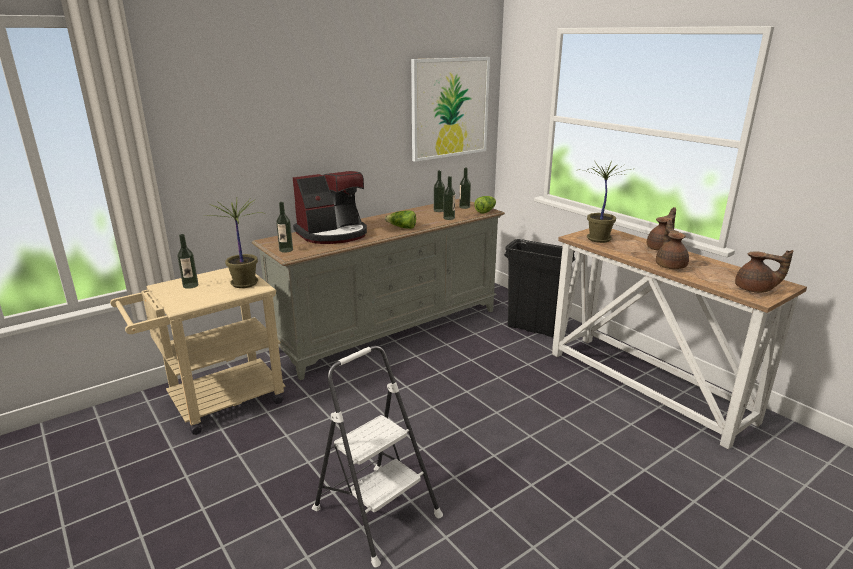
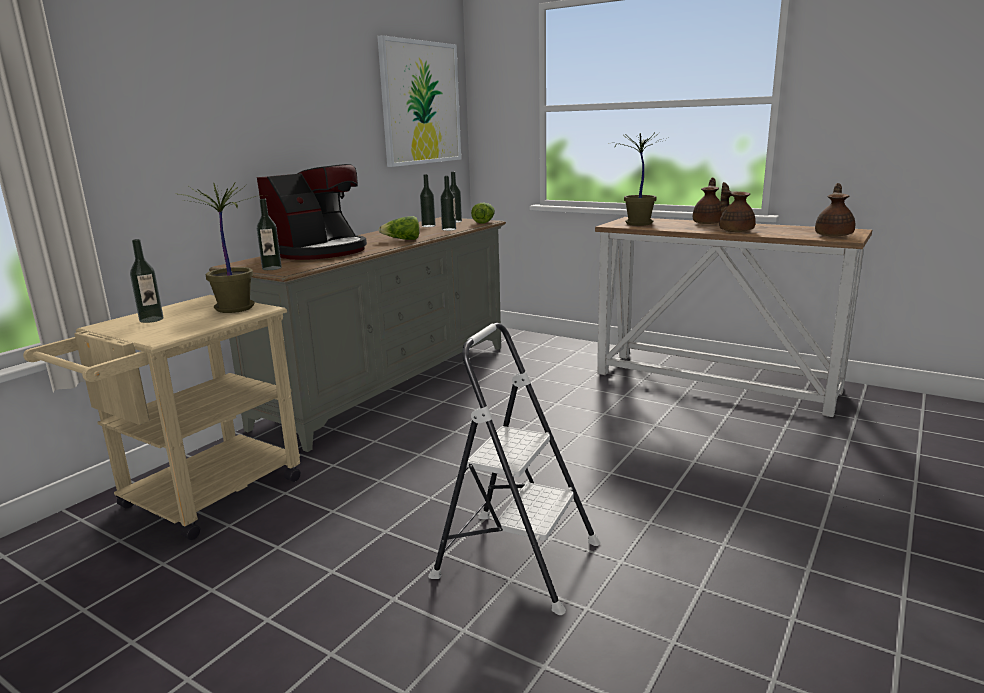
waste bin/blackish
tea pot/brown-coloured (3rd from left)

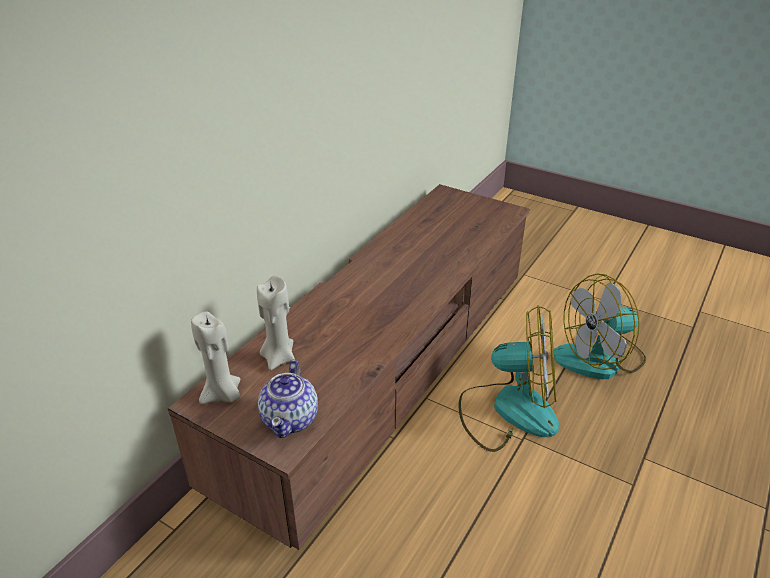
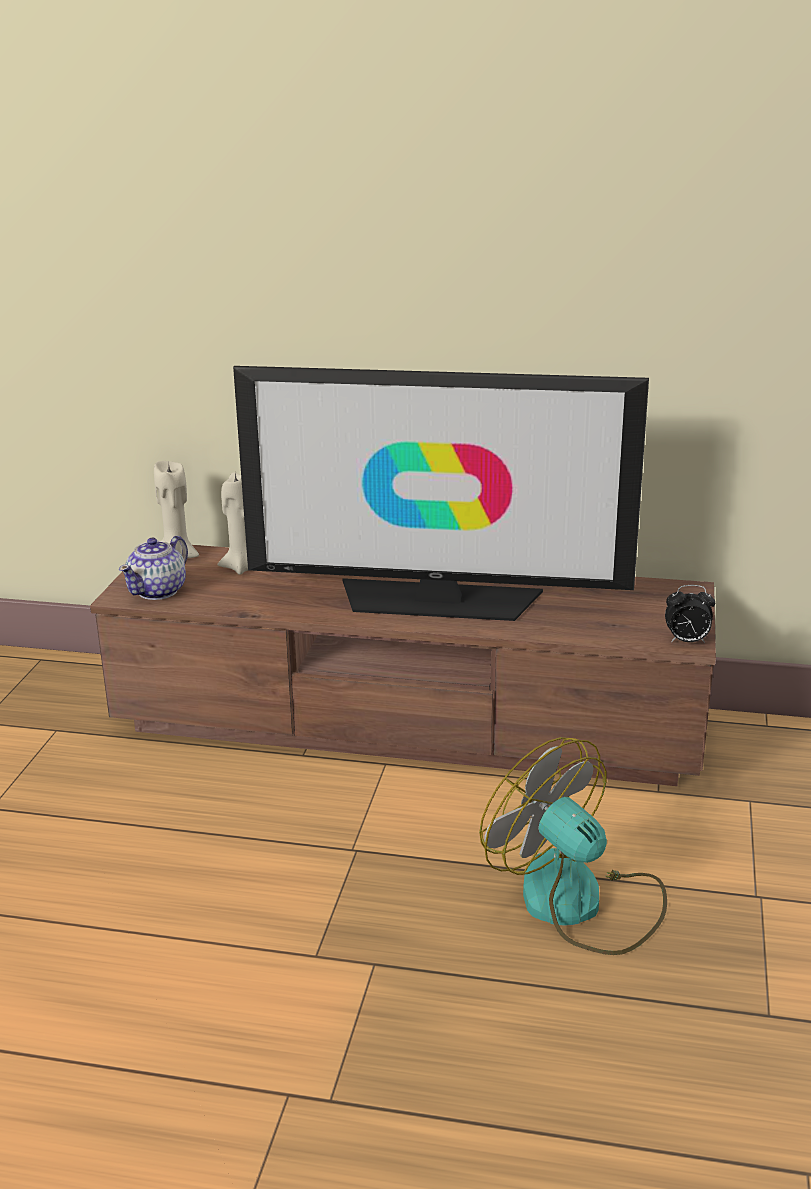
tea pot
electric fan (1st from left in the first image)
television
alarm clock

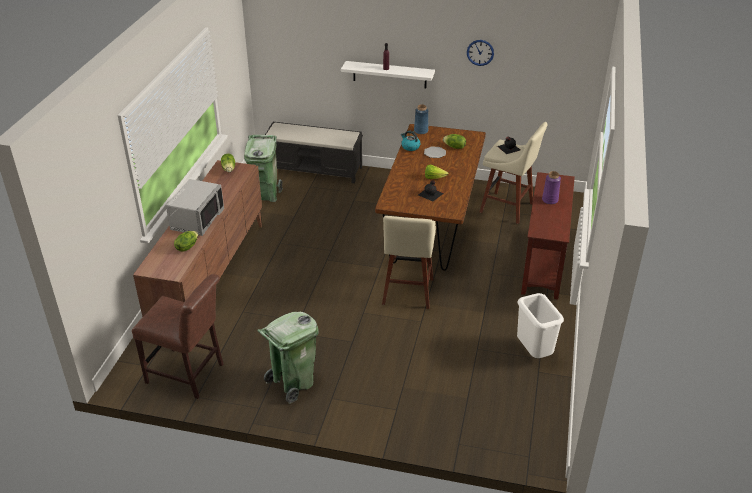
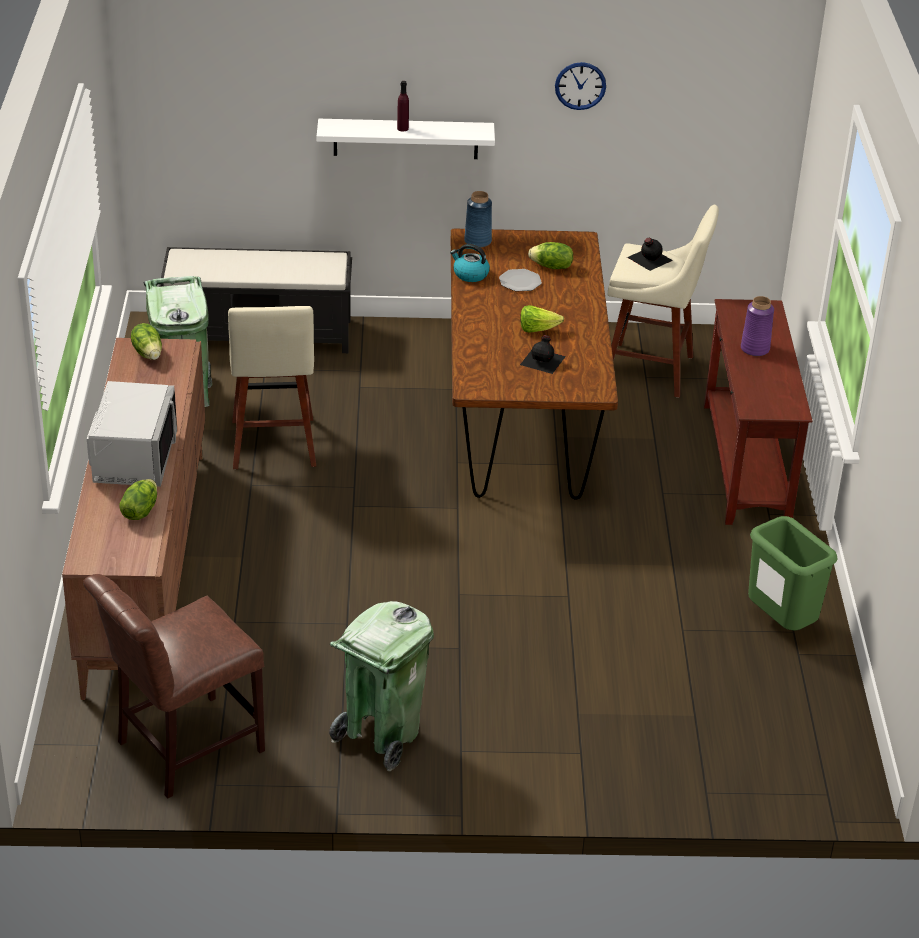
upright chair/brown-coloured
sitting stool/sand-coloured (1st from left)
waste bin/greenish (3rd from left)

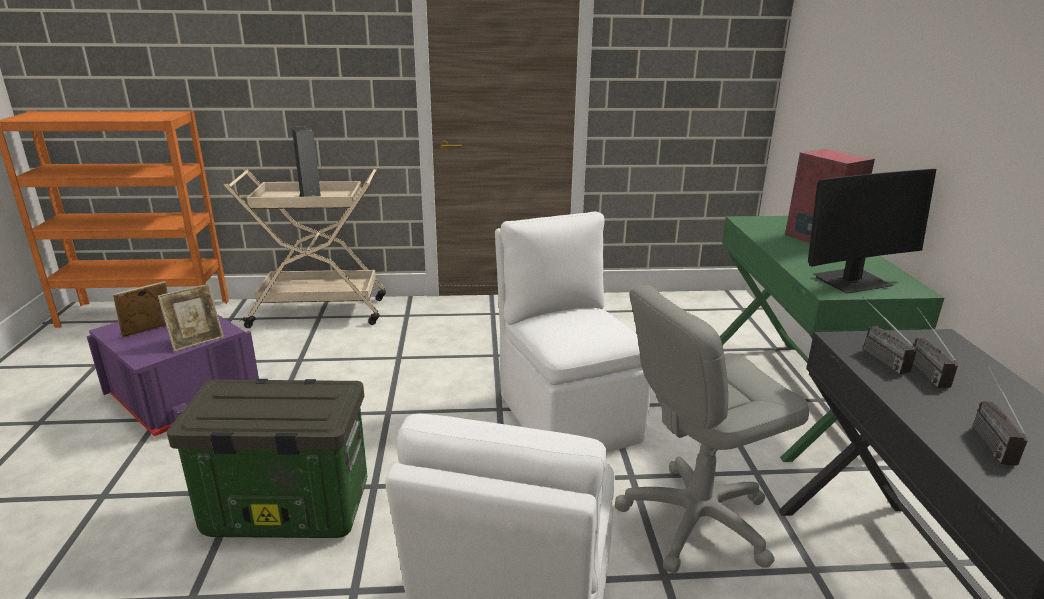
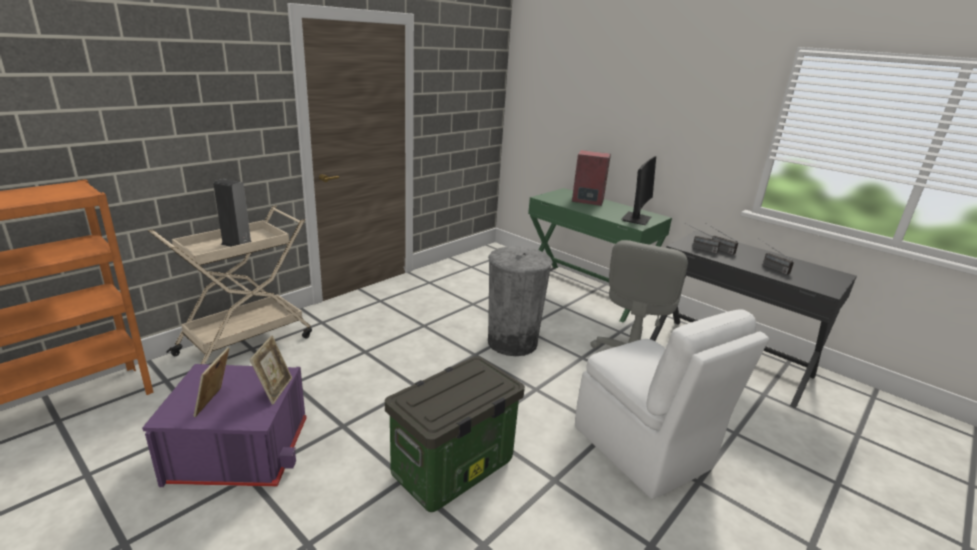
waste bin/greyish

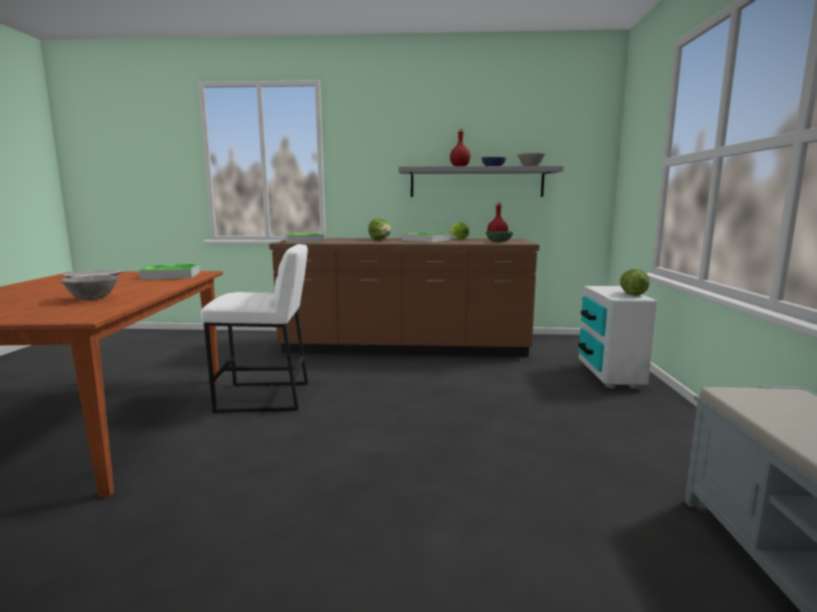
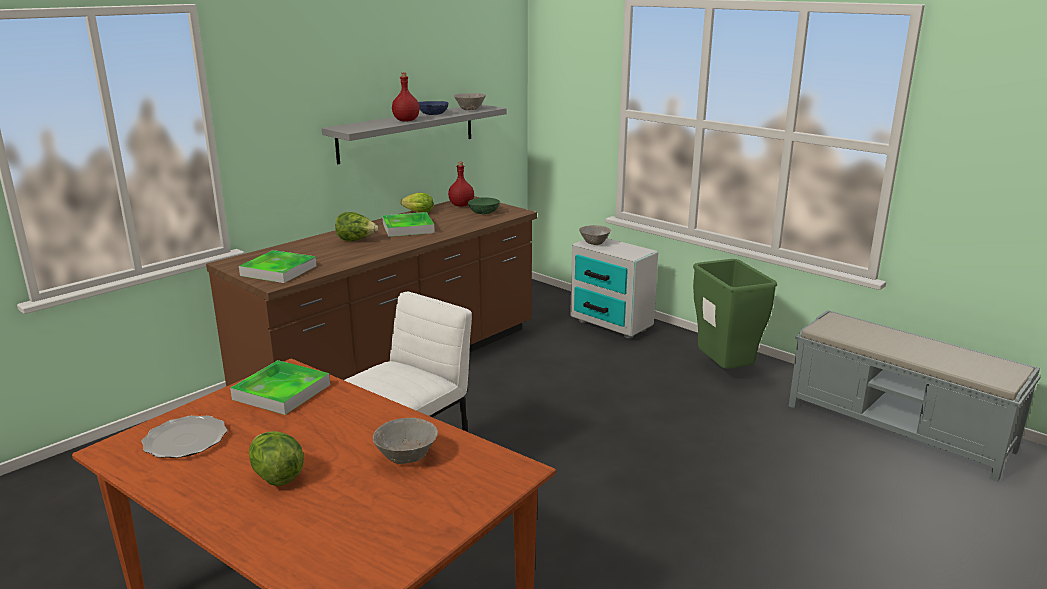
head of lettuce (1st from left)
bowl/greyish (3rd from left)
waste bin/greenish

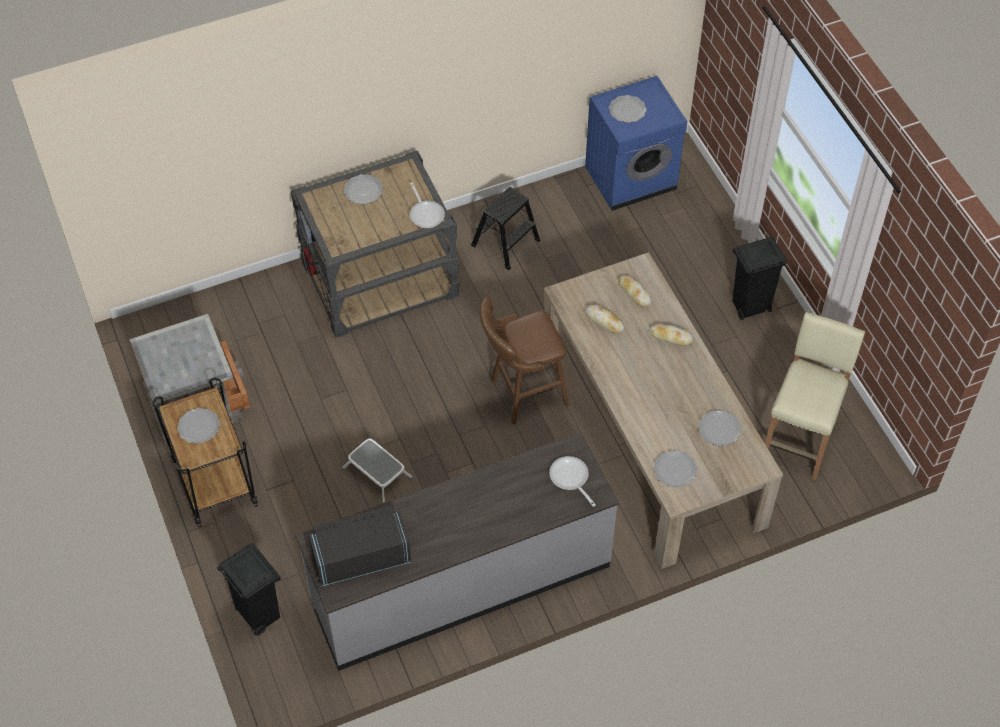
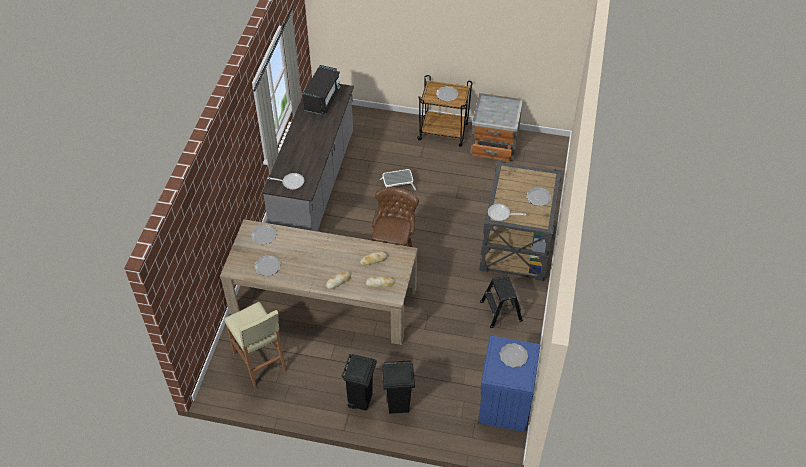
waste bin/blackish (2nd from left)

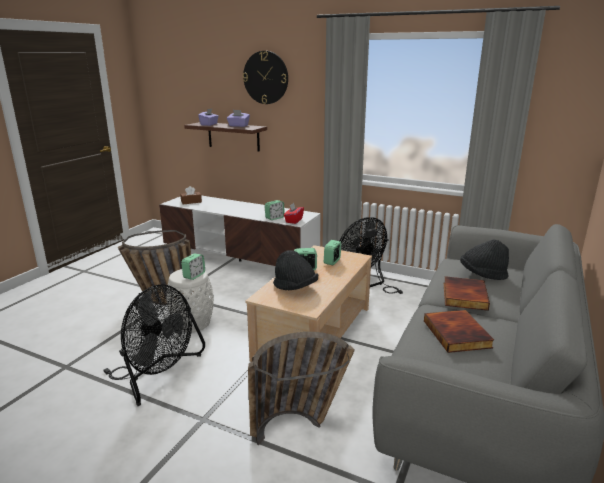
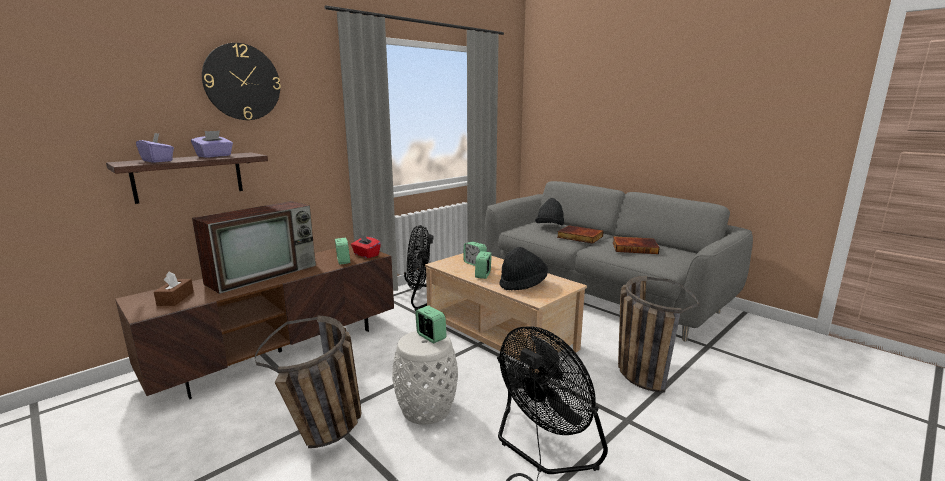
tv stand/brown-coloured
television

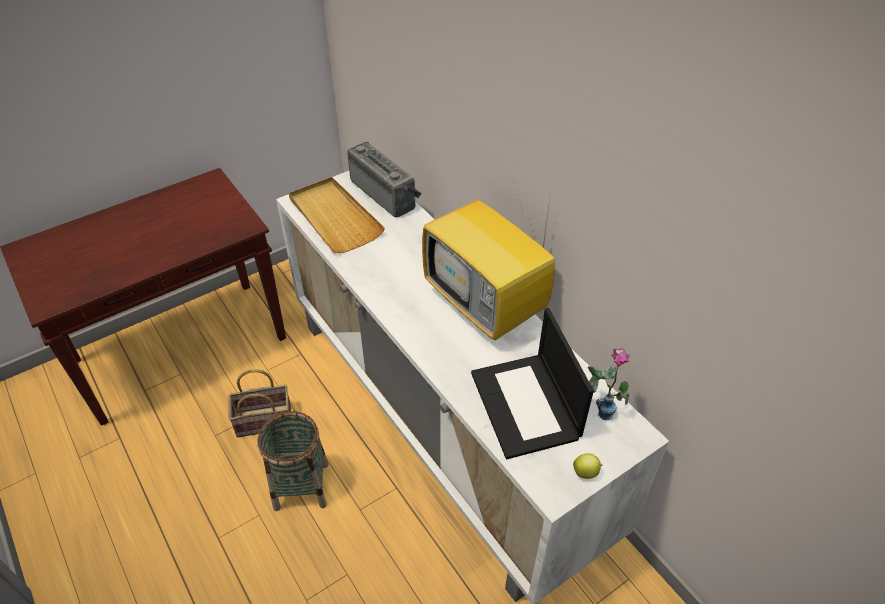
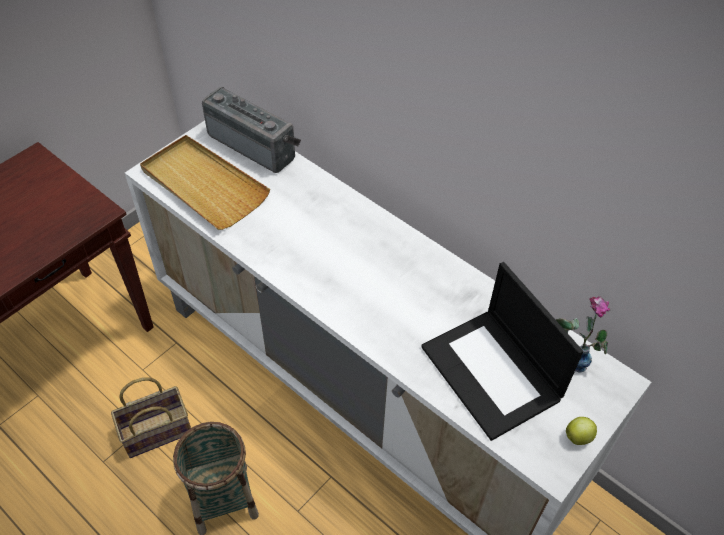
television

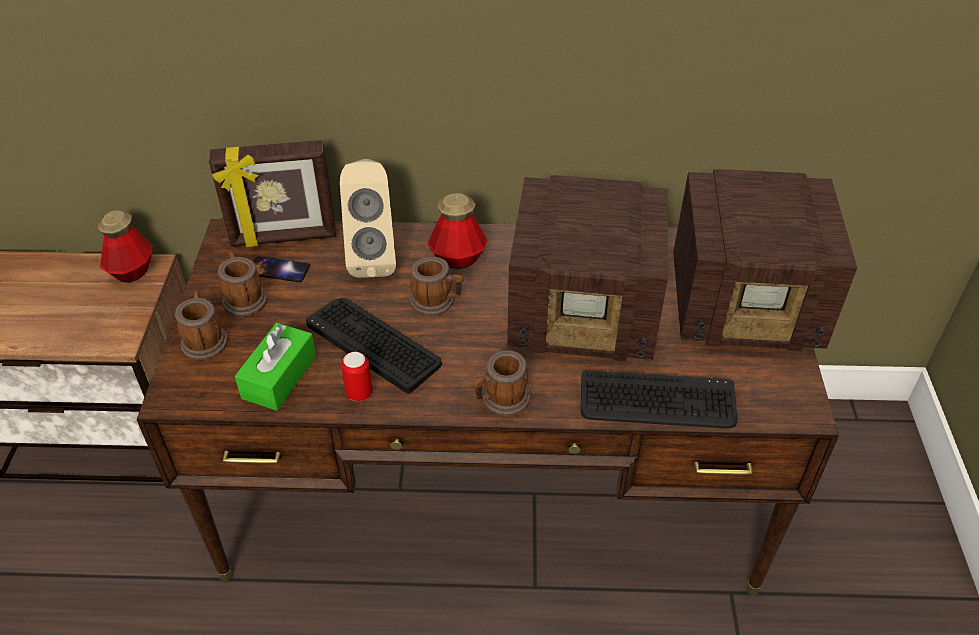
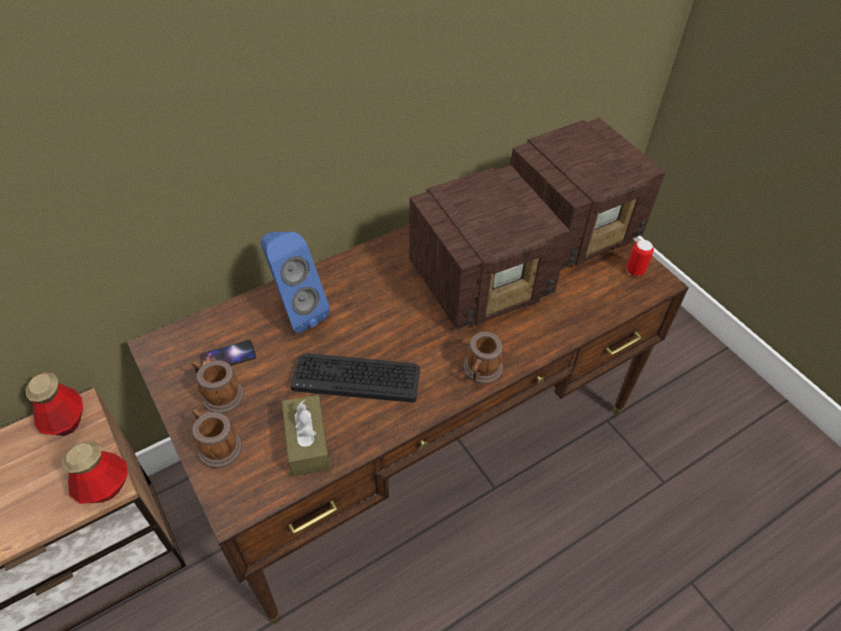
photo frame
tissue holder/brown-coloured
speaker/blue-coloured
can
mug (3rd from left in the first image)
beverage bottle (2nd from left)
PC keyboard (2nd from left in the first image)

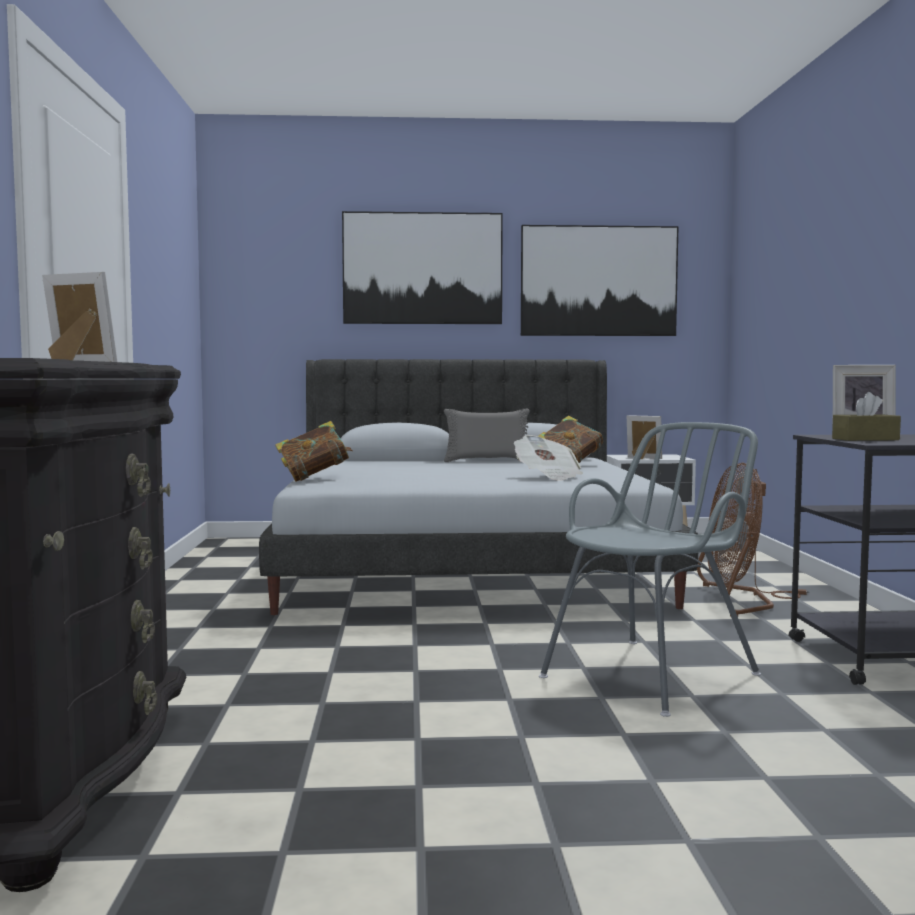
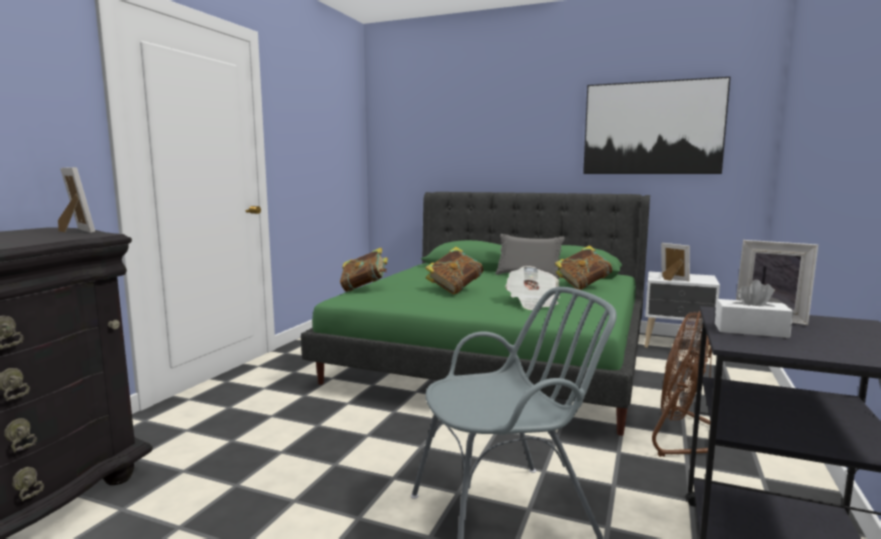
bed/greenish
wall art (1st from left in the first image)
tissue holder/whitish
volume (2nd from left)

